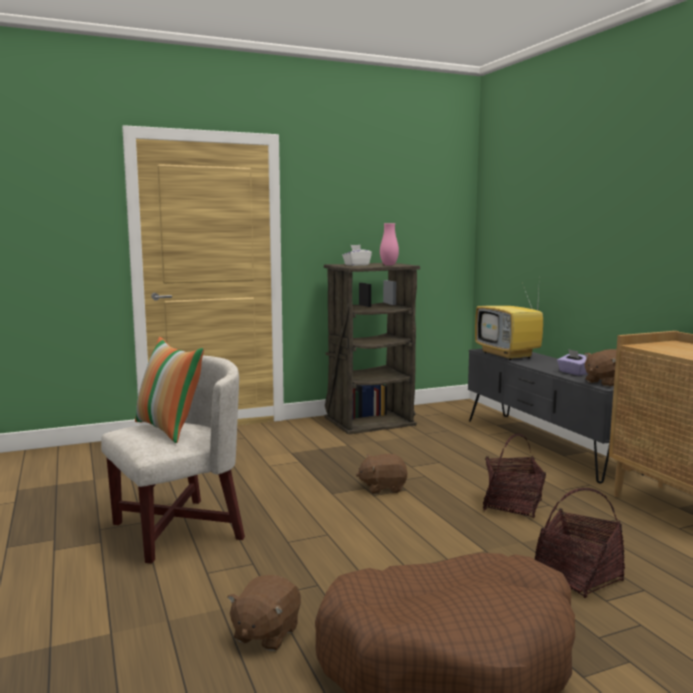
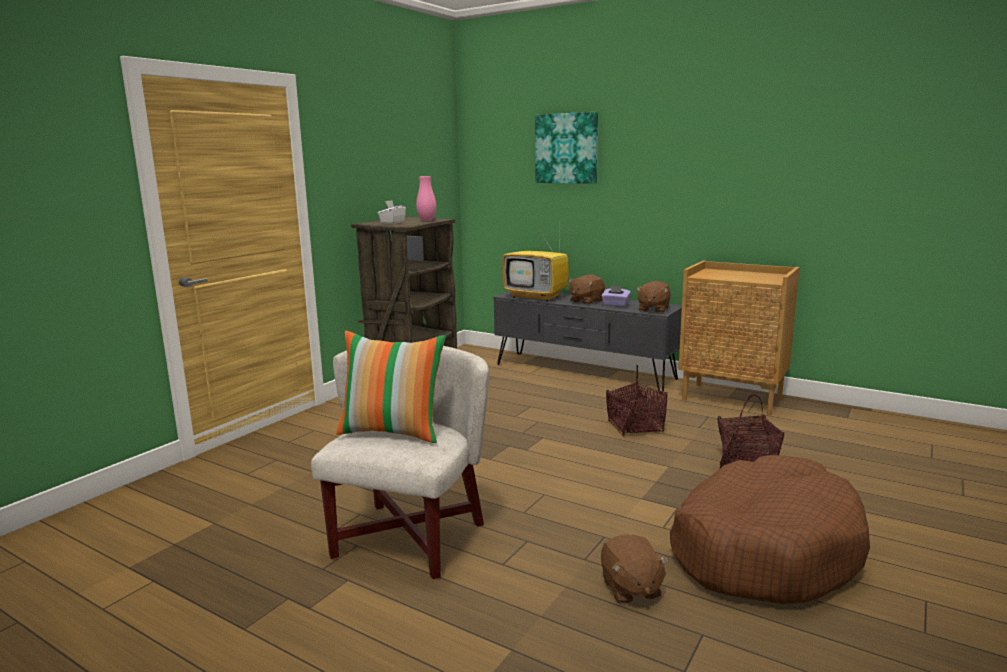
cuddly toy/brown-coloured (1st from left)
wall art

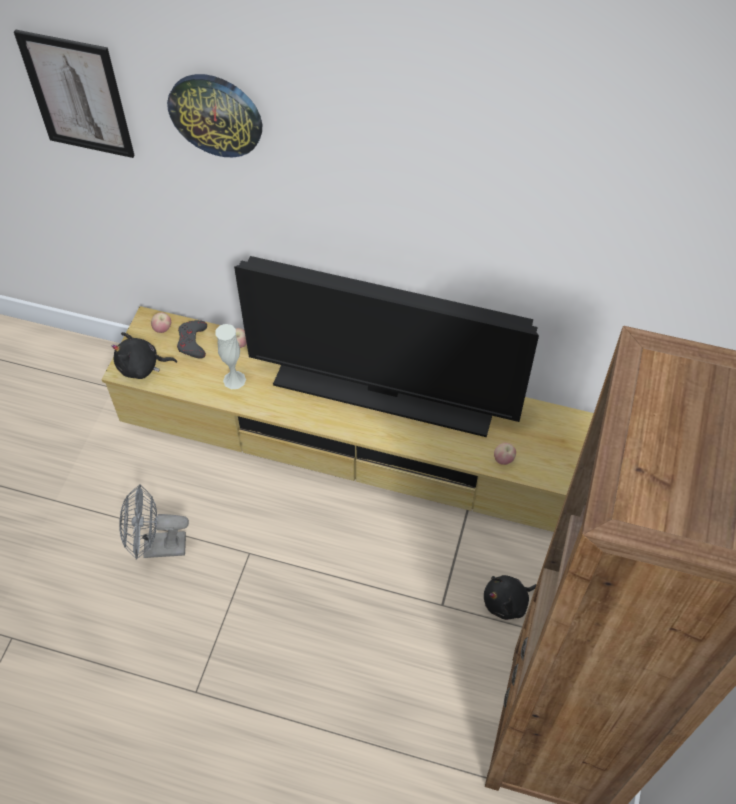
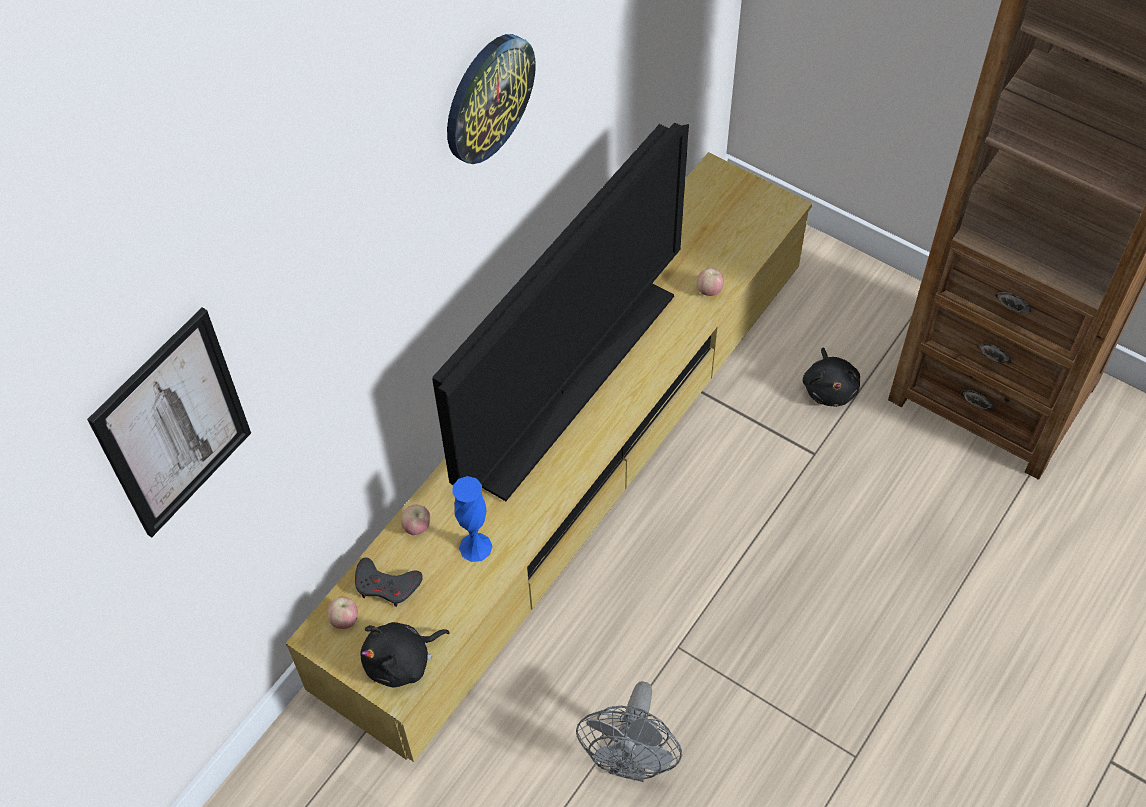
cuddly toy/blackish (1st from left)
wall clock
flower vase/blue-coloured

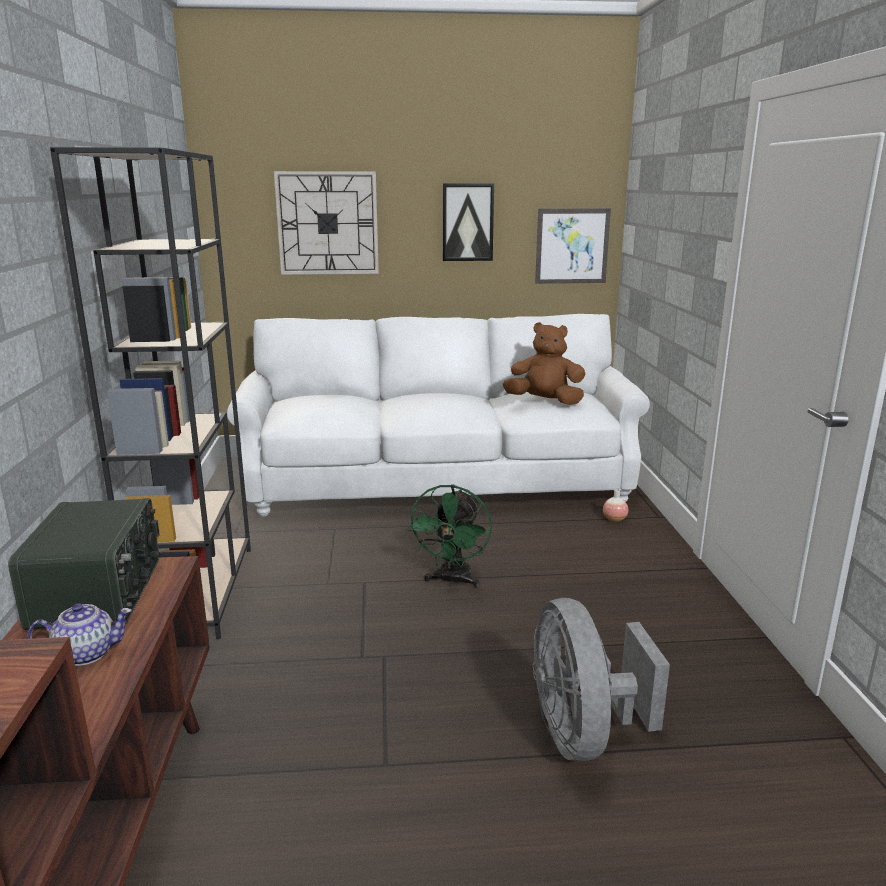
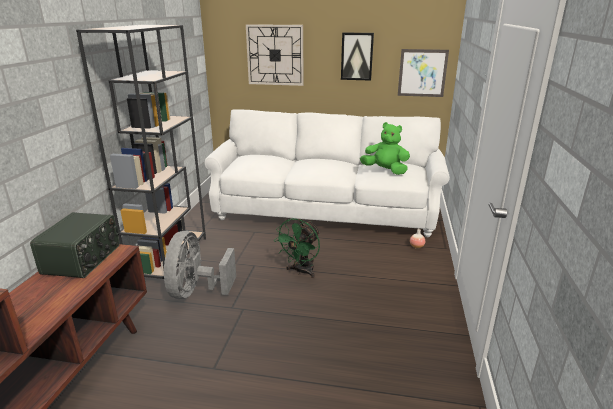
tea pot
cuddly toy/greenish
electric fan/greyish

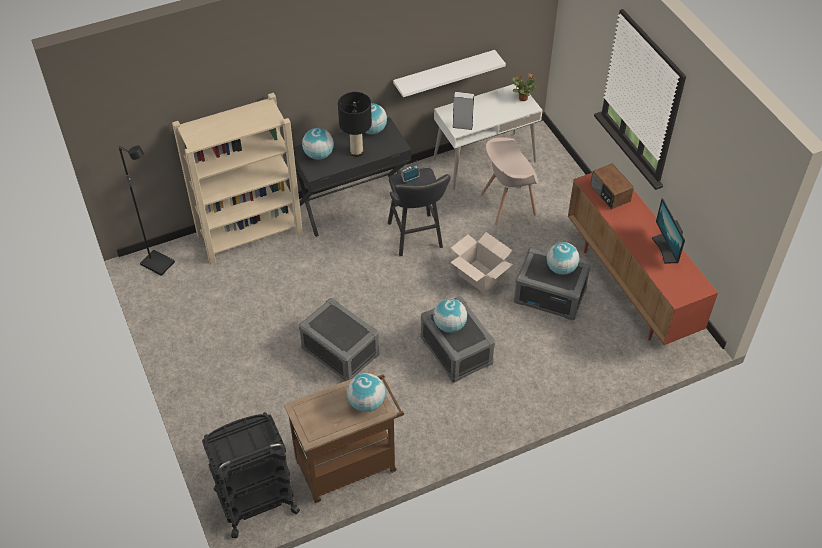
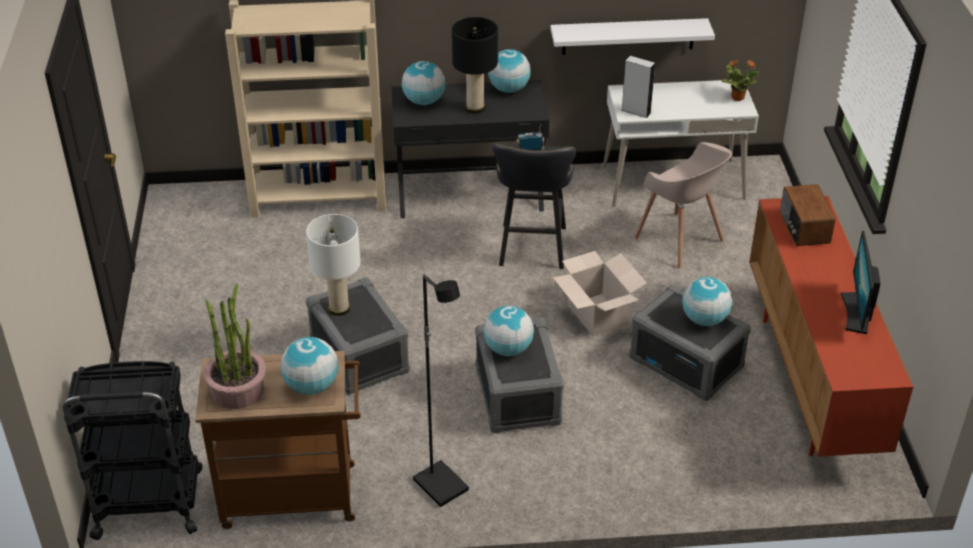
floor lamp/blackish
upright chair/sand-coloured
houseplant (1st from left)
lamp for a table/whitish

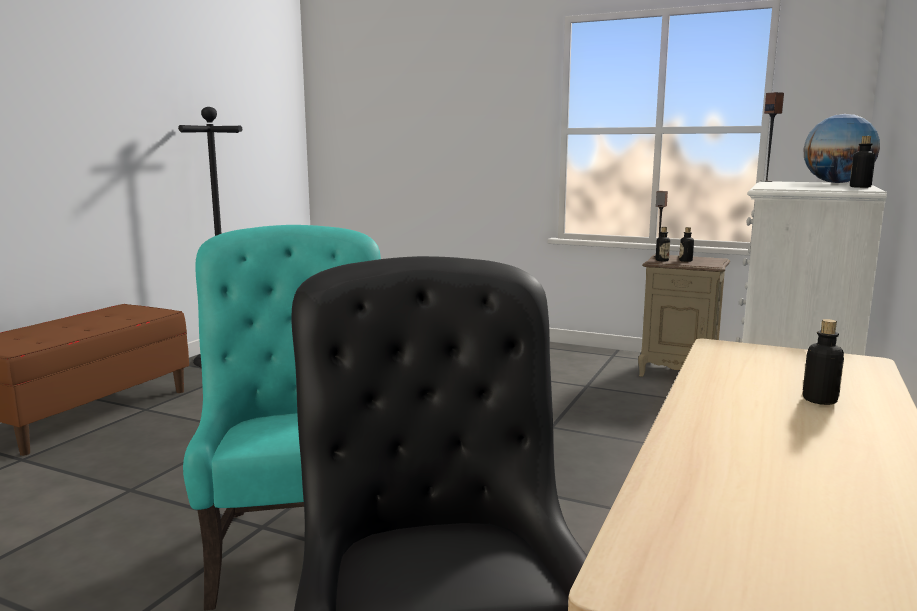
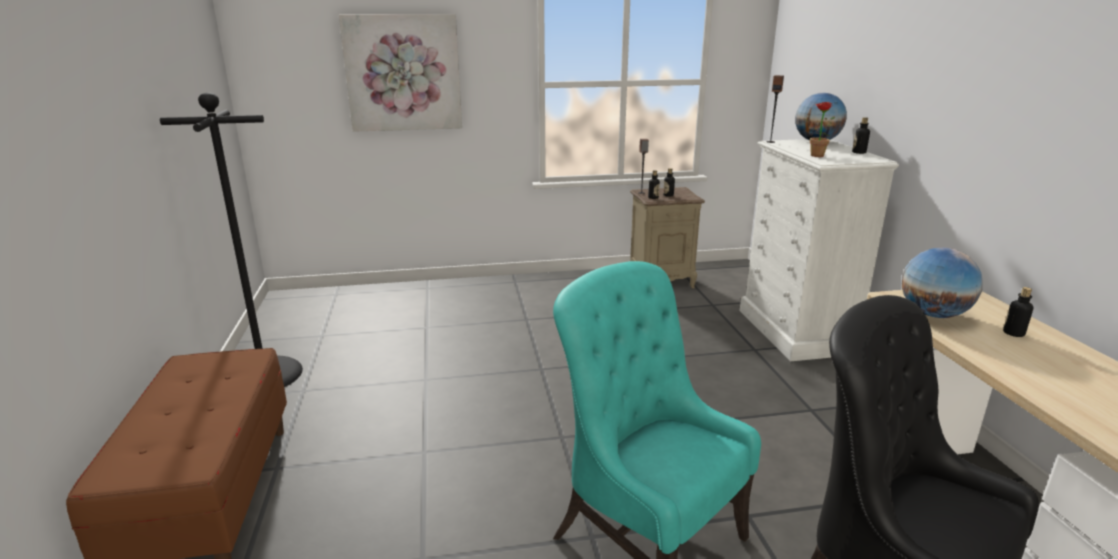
wall art
houseplant
globe (2nd from left)

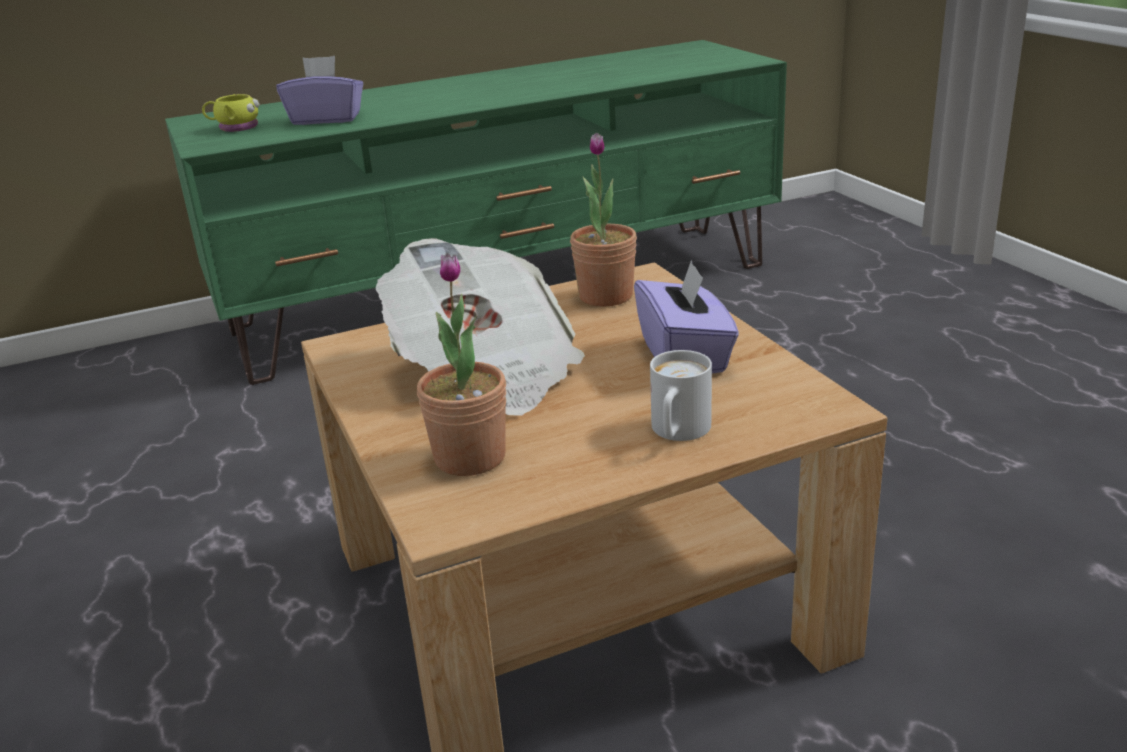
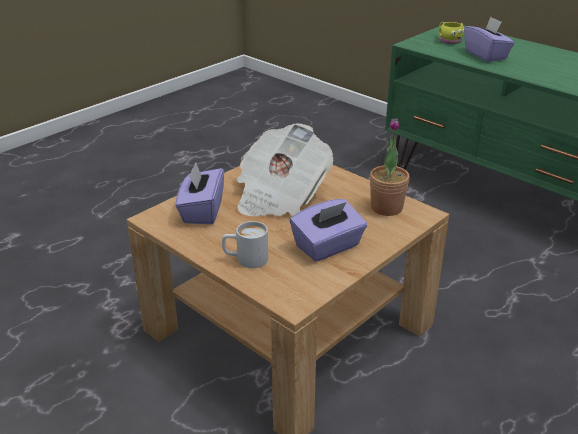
tissue holder/purple-coloured (1st from left)

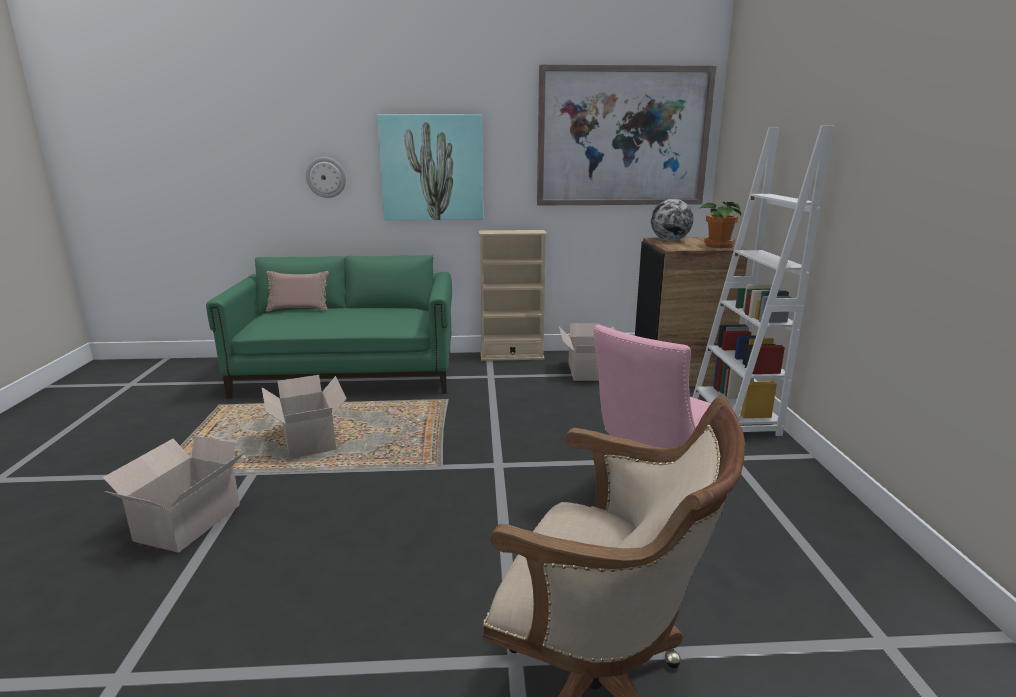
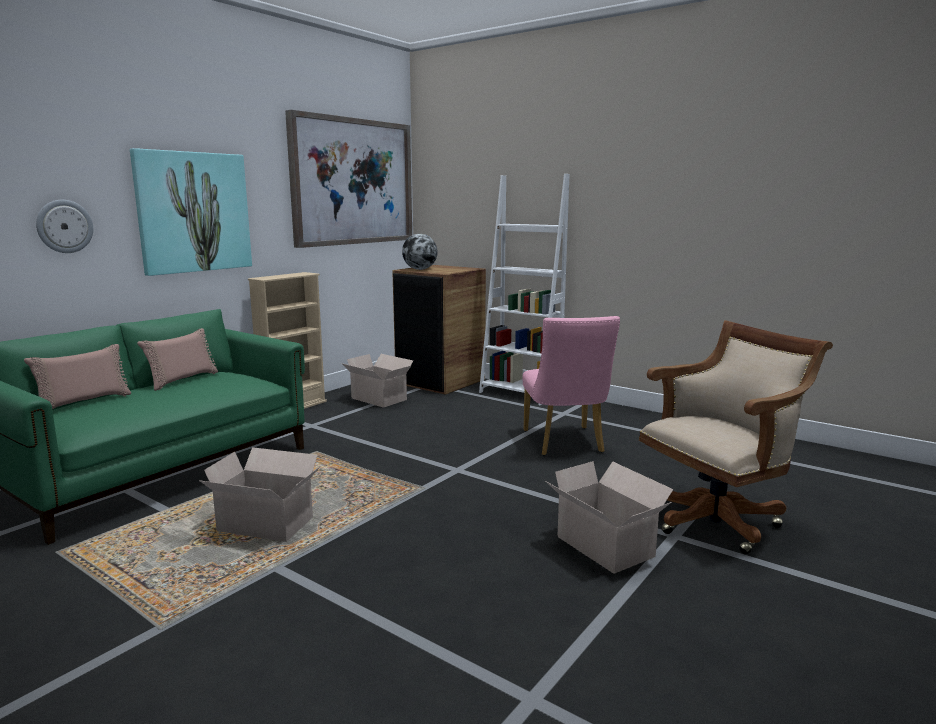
packing box (3rd from left)
houseplant
pillow/sand-coloured (2nd from left)

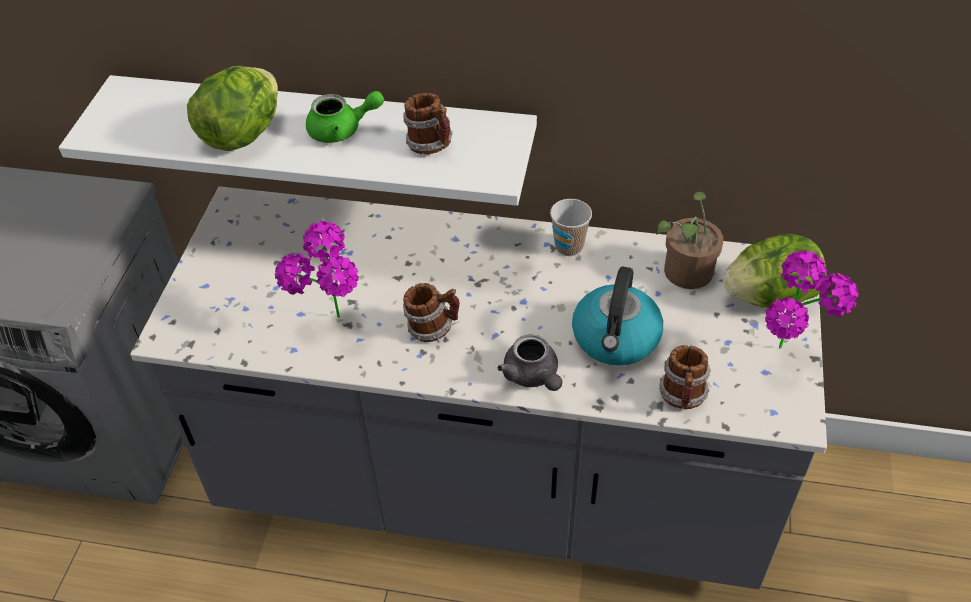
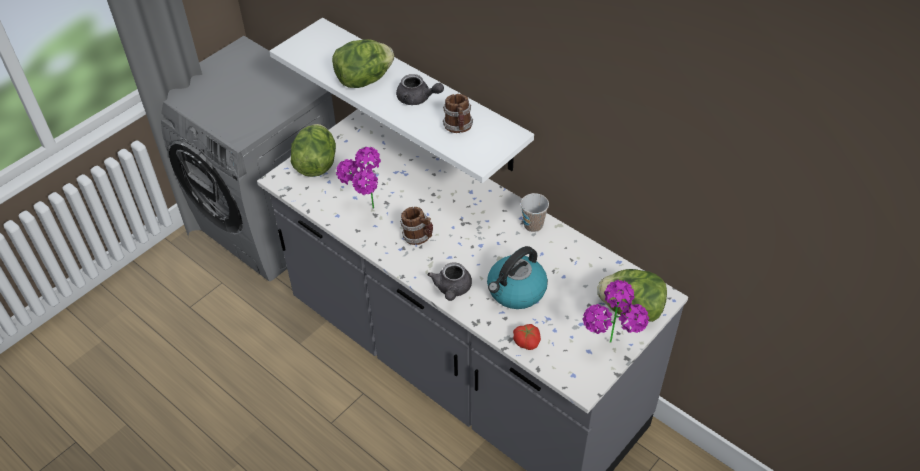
tea pot/greyish (1st from left)
houseplant (2nd from left in the first image)
fresh tomato
head of lettuce (1st from left)

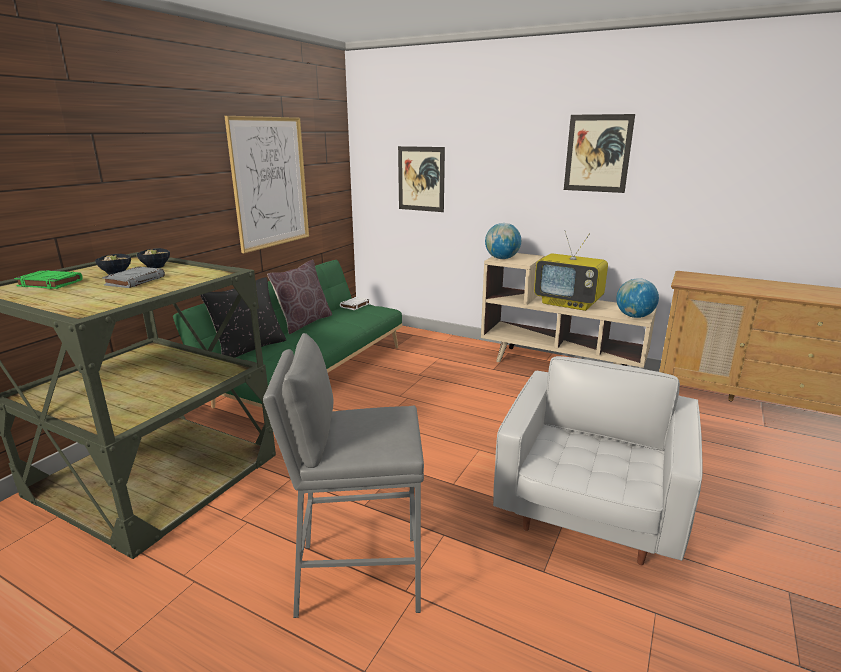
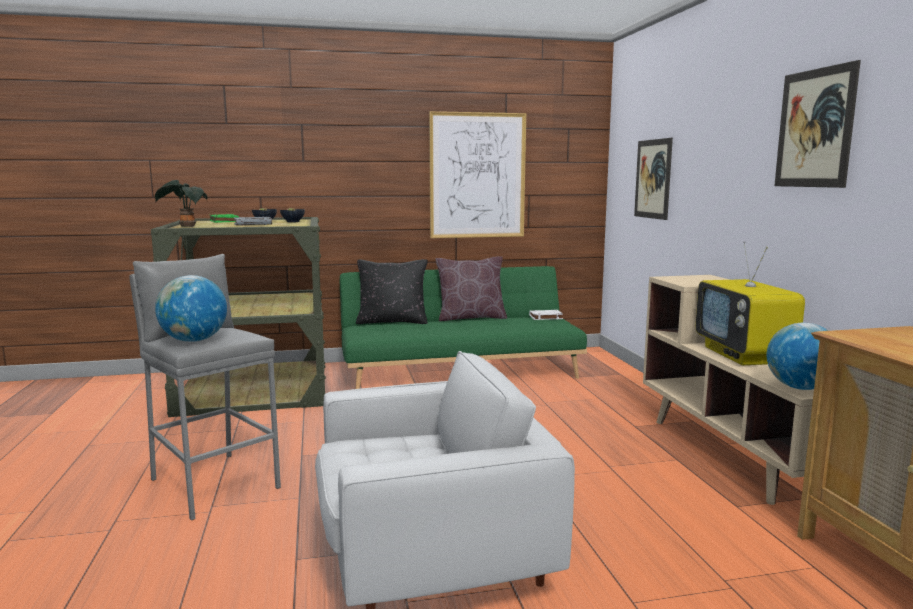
globe (1st from left)
houseplant

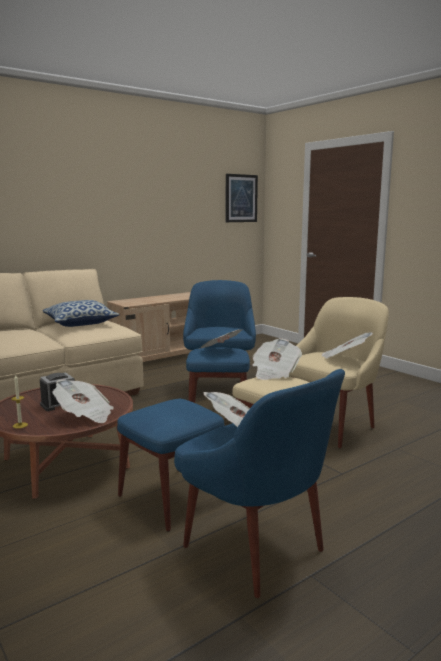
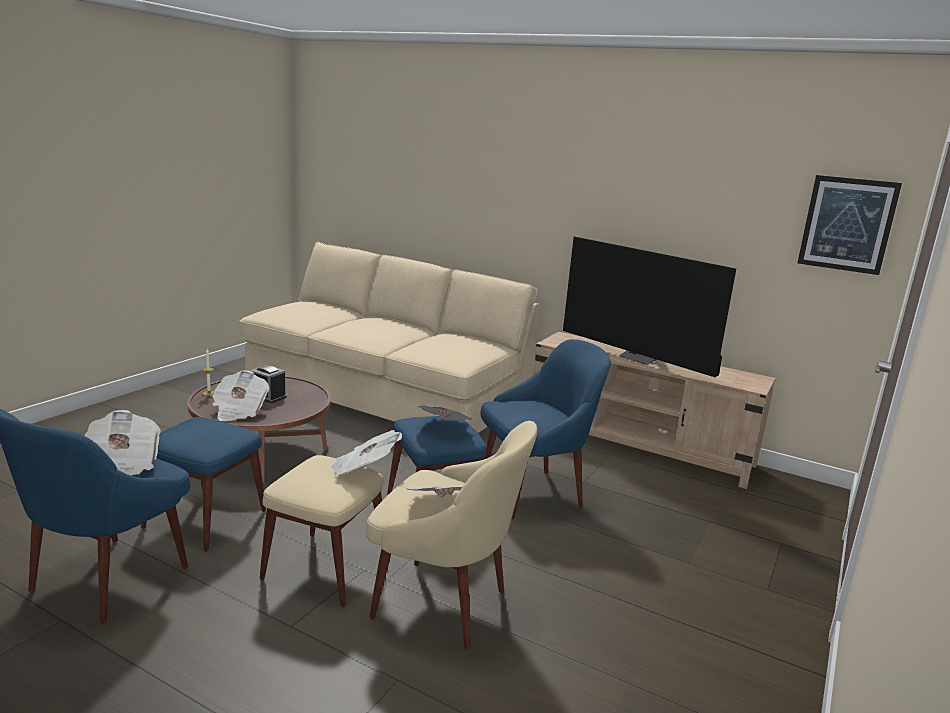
pillow
television

